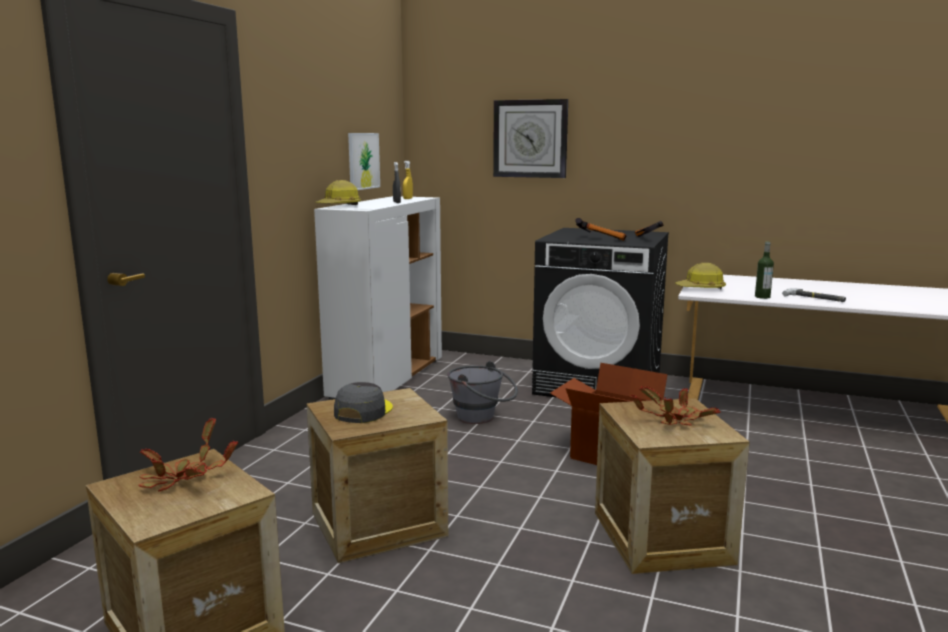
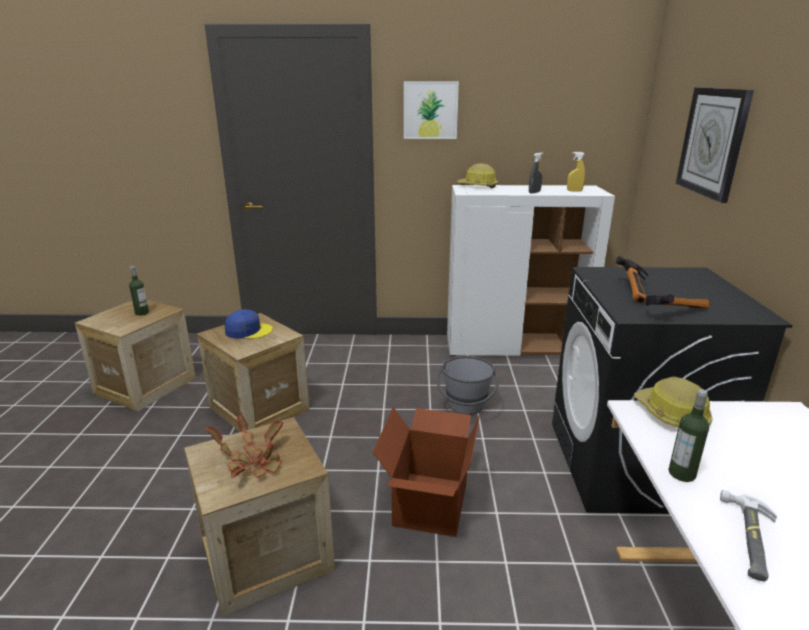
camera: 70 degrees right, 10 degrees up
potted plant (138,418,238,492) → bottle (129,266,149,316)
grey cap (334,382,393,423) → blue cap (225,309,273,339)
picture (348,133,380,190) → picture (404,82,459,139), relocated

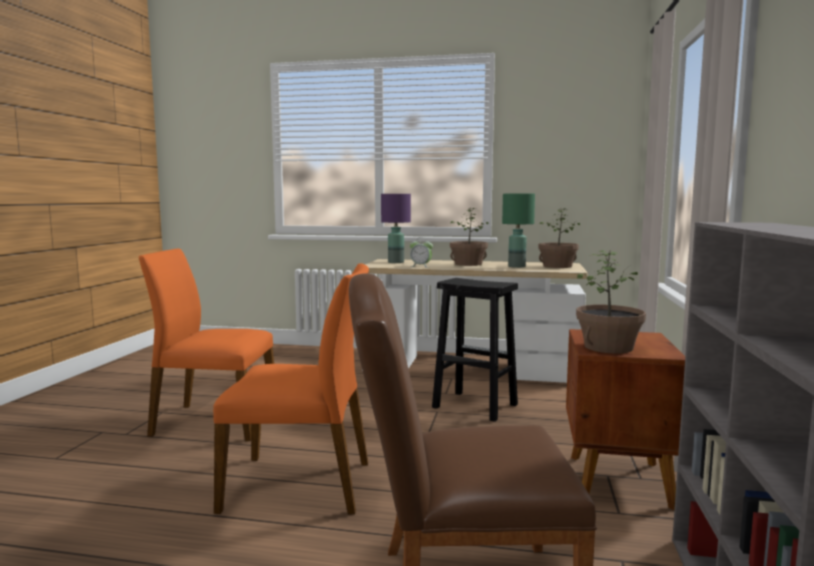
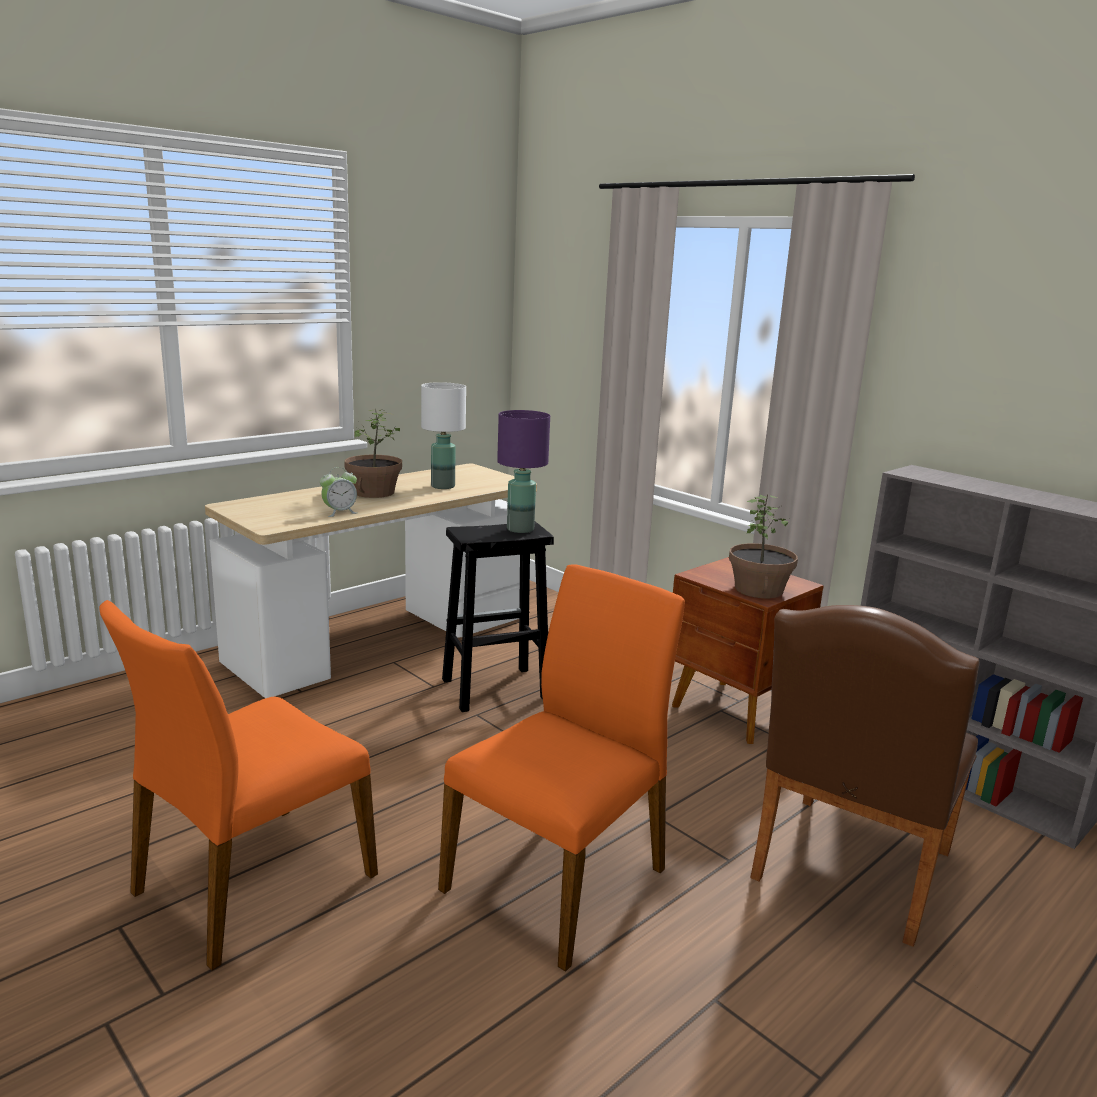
camera: 55 degrees left, 10 degrees up
green table lamp (502,194,535,268) → white table lamp (421,382,466,489)
purple table lamp (381,194,411,263) → purple table lamp (497,410,550,533), relocated
potted plant (538,208,580,268) → -

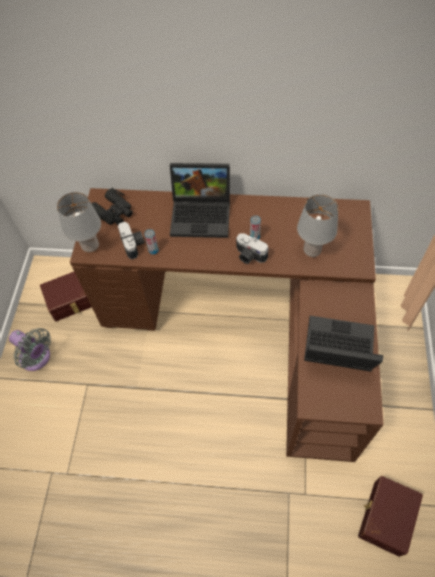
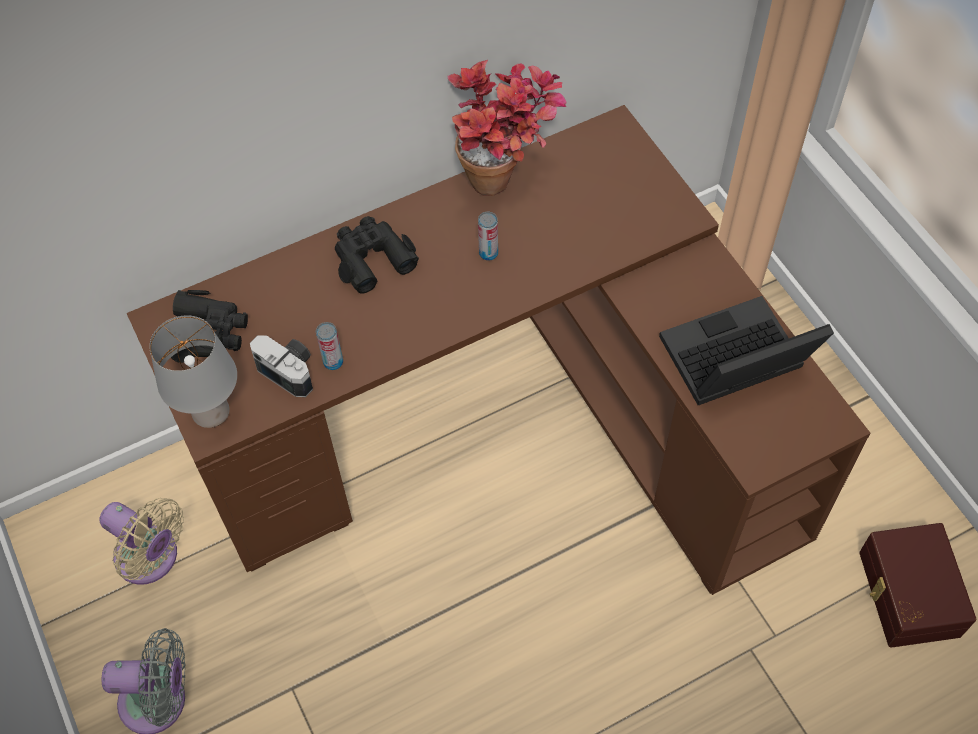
camera: 35 degrees left, 0 degrees up
brown storage box (40,272,92,322) → beige fan (99,498,184,585)
laptop (170,163,230,238) → black binoculars (335,216,419,294)
- → potted plant (448,60,567,196)
photo camera (236,234,268,264) → -
grey table lamp (297,194,338,257) → -

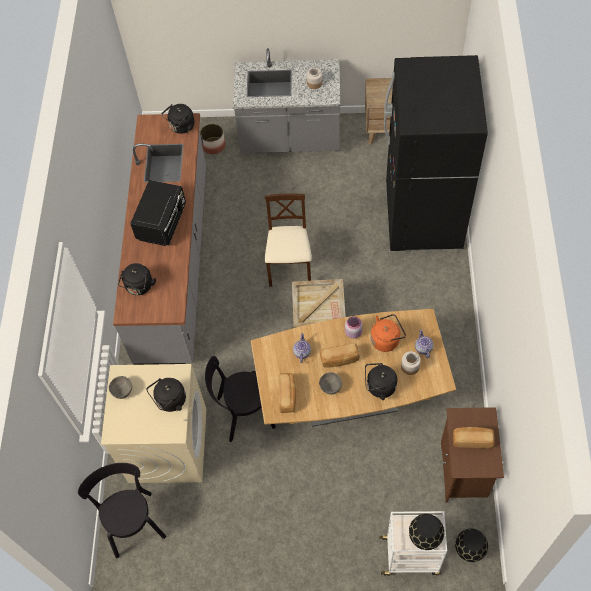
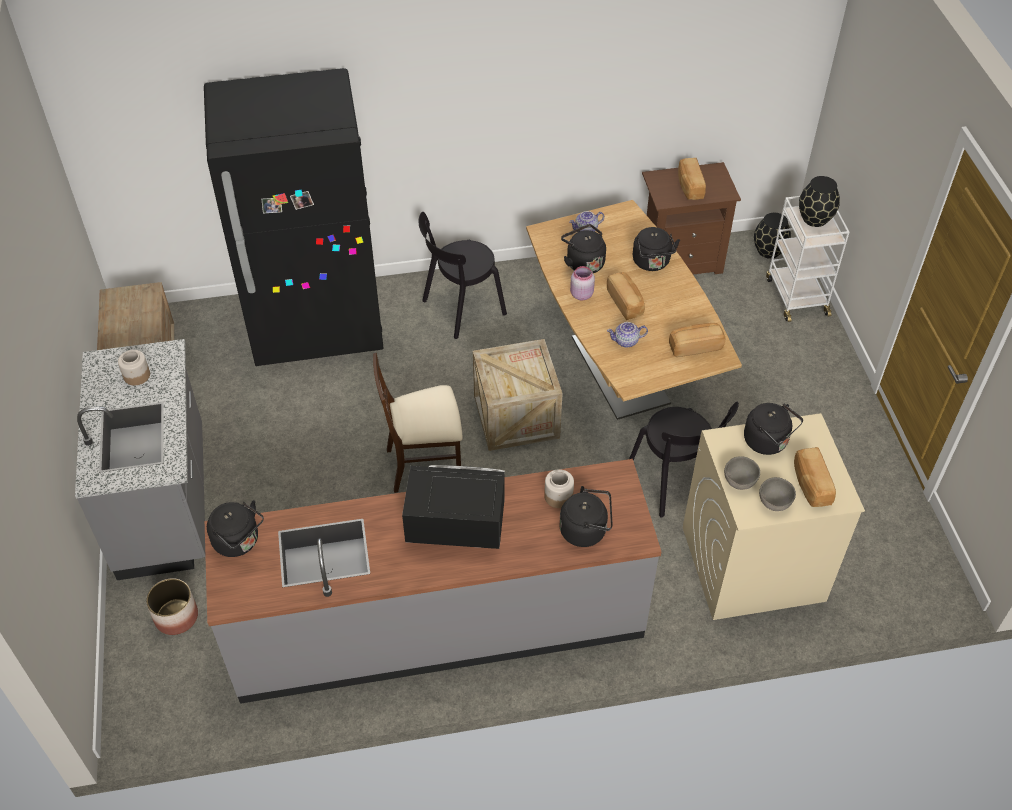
camera: 105 degrees left, 10 degrees down
black chair (78,463,166,558) → black chair (419,212,507,339), relocated
jar (401,351,421,375) → jar (544,469,574,508), relocated
orange kettle (371,314,406,352) → black kettle (561,224,606,273)
grey bowl (319,372,342,395) → grey bowl (724,456,760,490), relocated
- → bread (794,447,836,507)

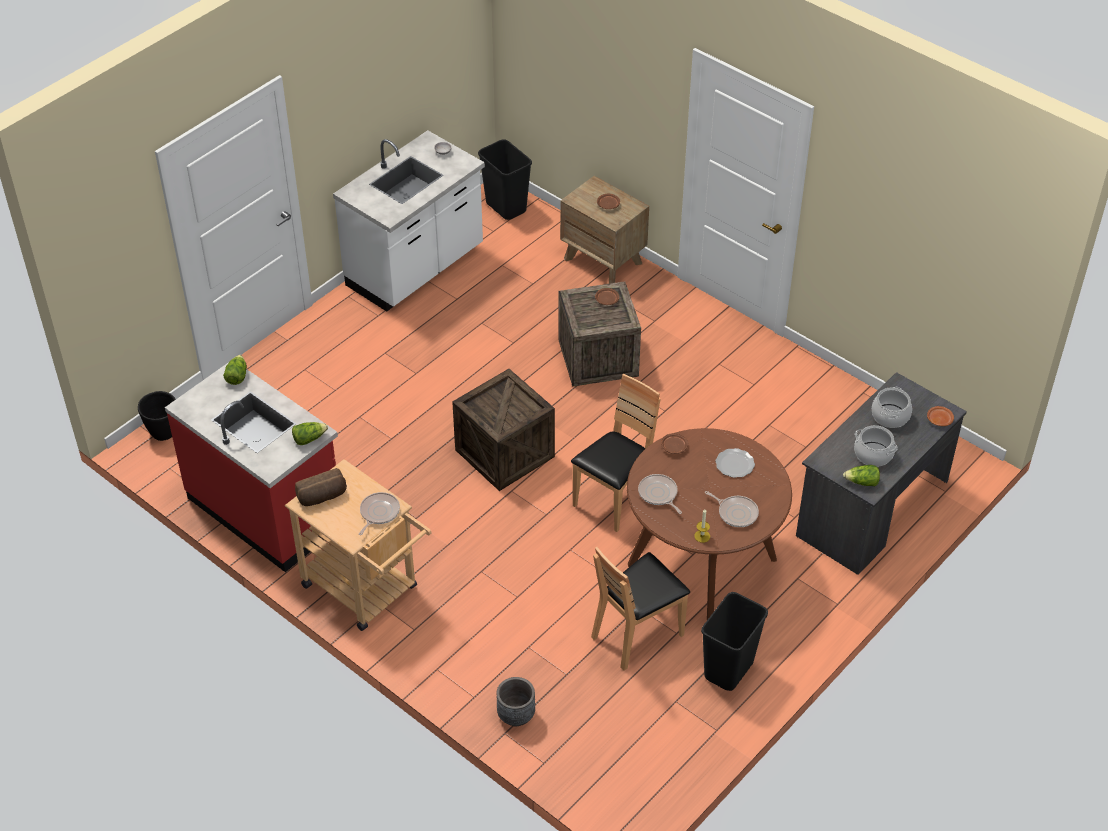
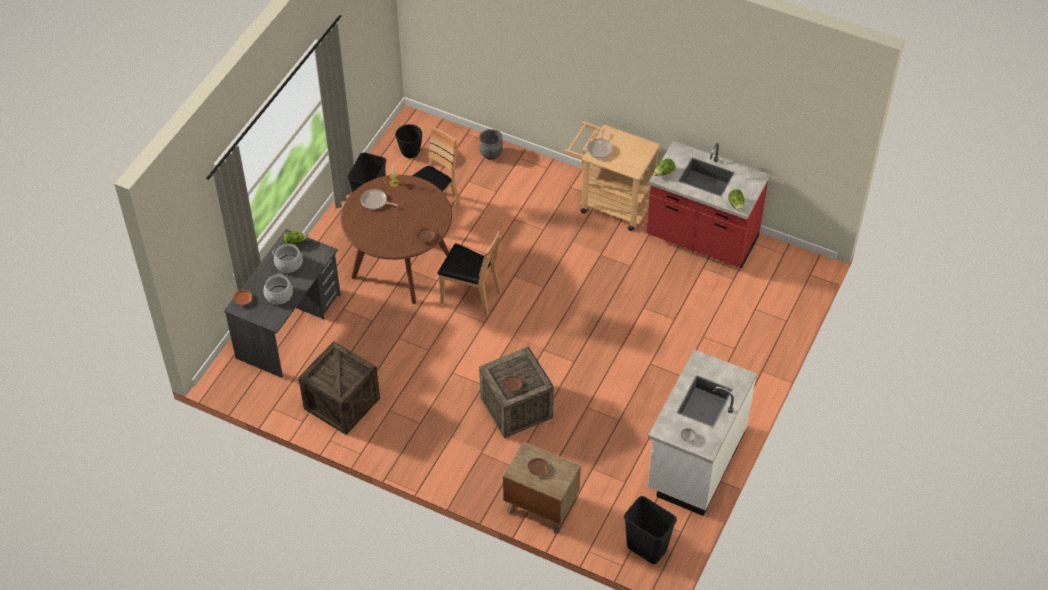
camera: 165 degrees right, 5 degrees up
crate (452,369,555,491) → crate (298,341,380,435), relocated
black planter (138,391,176,441) → black planter (395,124,422,158), relocated
brown chair (571,374,661,532) → brown chair (438,231,501,317), 90 degrees counterclockwise
bread (295,468,347,506) → -
frying pan (638,474,682,514) → -
plate (715,448,755,478) → -

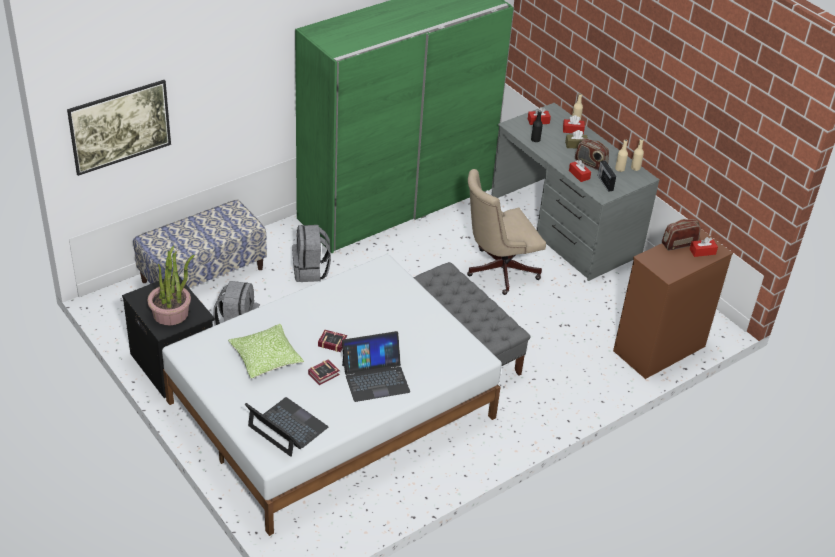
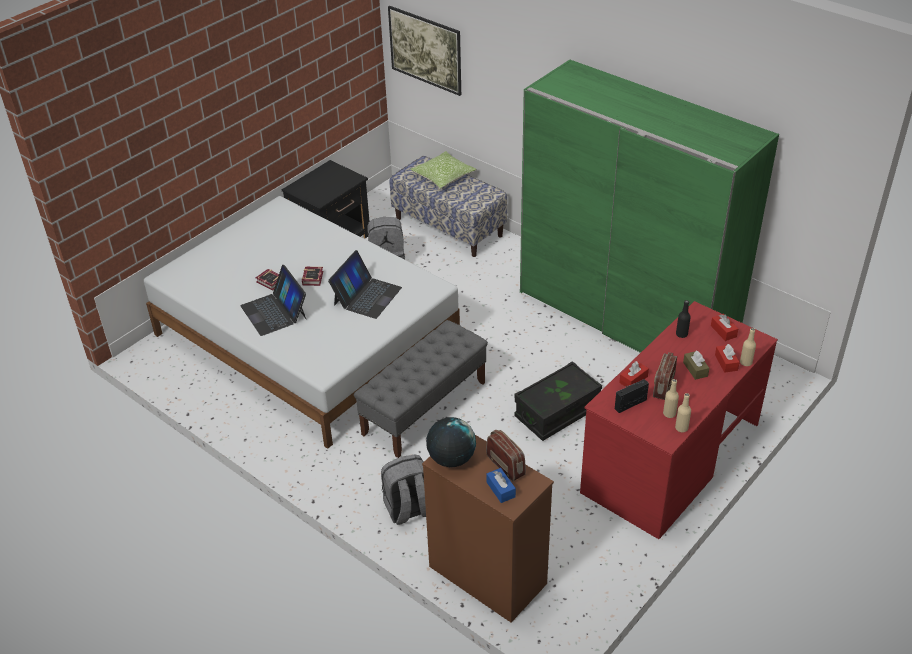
camera: 80 degrees right, 0 degrees up
laptop (245,397,328,457) → laptop (328,250,402,319), relocated
grey backpack (292,225,331,282) → grey backpack (381,454,426,525), relocated
pillow (228,324,304,378) → pillow (410,151,477,189), relocated
- → globe (426,417,476,467)
red tissue box (690,237,718,257) → blue tissue box (486,468,516,503)
beige office chair (467,169,546,295) → black storage box (514,361,602,441)
grey desk (491,103,659,281) → red desk (580,301,778,539)
potted plant (147,246,194,325) → -

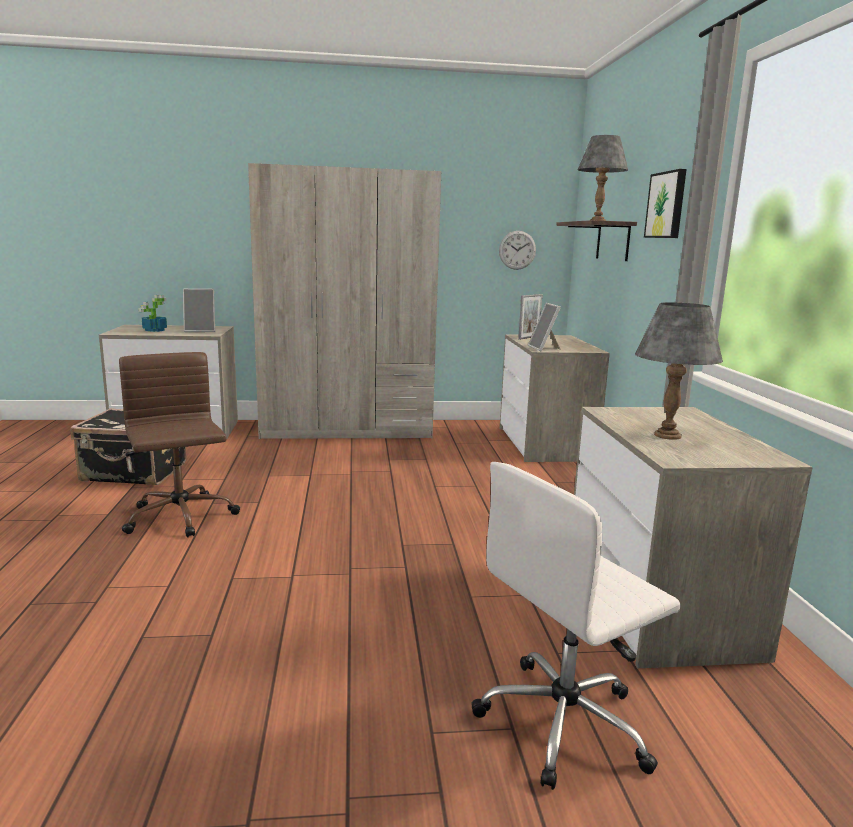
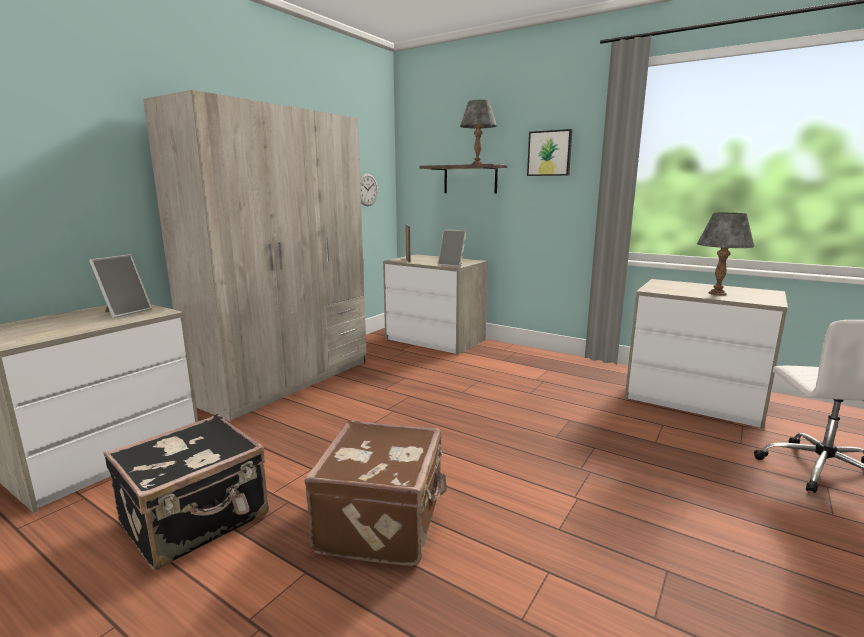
camera: 50 degrees left, 0 degrees up
brown office chair (119,352,240,538) → brown suitcase (304,420,447,566)
potted plant (138,295,167,332) → -

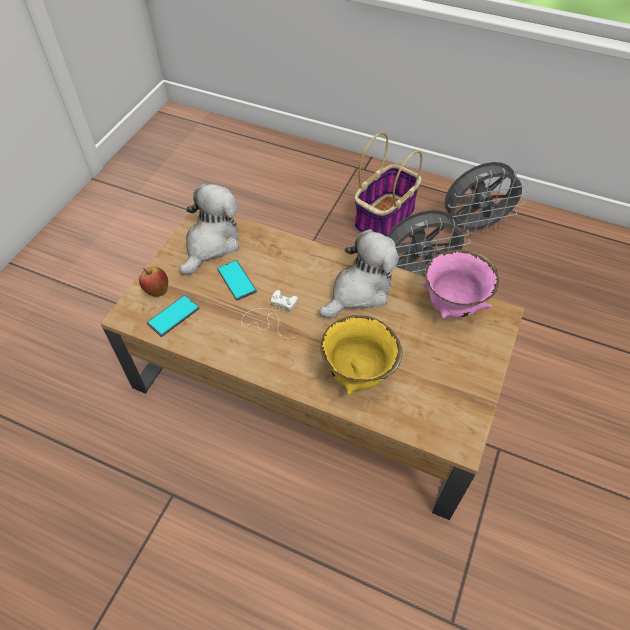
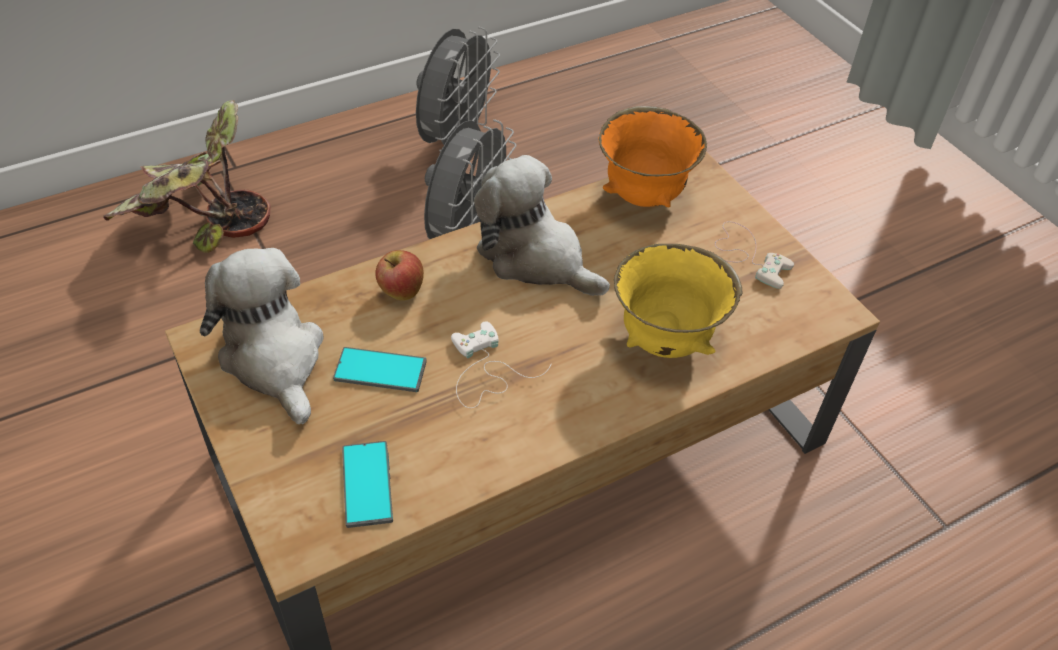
camera: 55 degrees left, 5 degrees down
- → potted plant (103,100,270,253)
apple (139,267,168,297) → apple (375,250,424,301), relocated
plush toy (319,229,399,318) → plush toy (474,155,610,296), 45 degrees counterclockwise
pink bowl (423,250,499,319) → orange bowl (599,106,707,207)
- → white game controller (715,221,794,289)
basket (354,132,423,236) → -

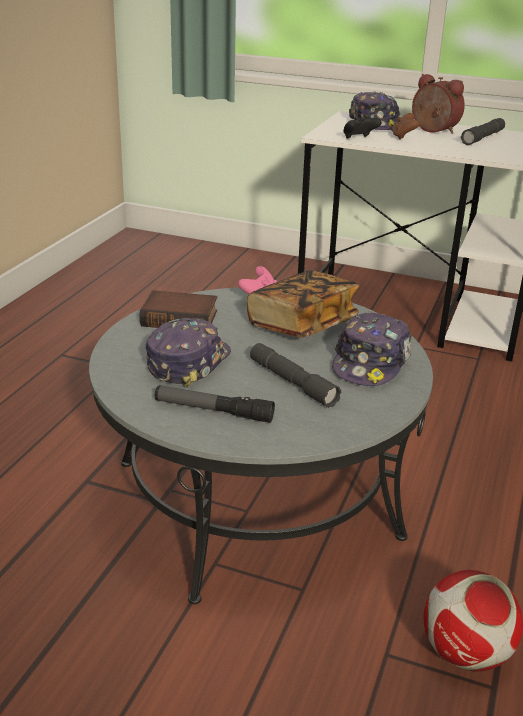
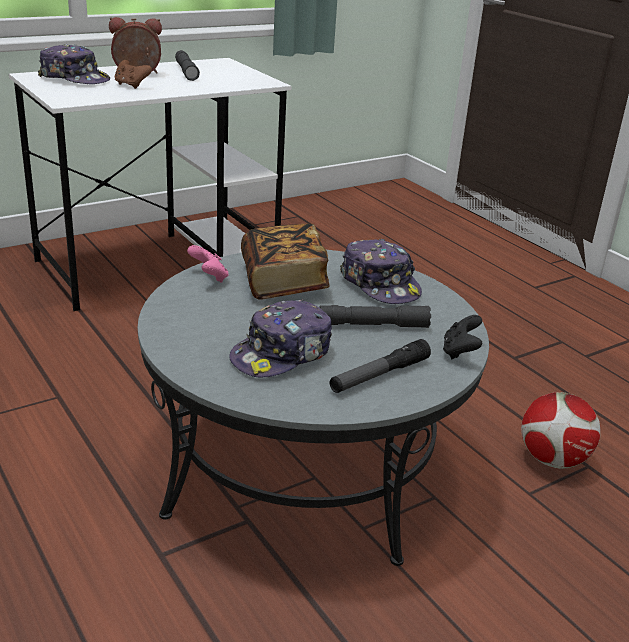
camera: 55 degrees left, 0 degrees up
cap (146,318,231,388) → cap (229,300,332,377), 105 degrees counterclockwise
black game controller (343,118,381,139) → black game controller (443,315,482,359), relocated
book (140,290,217,328) → -

